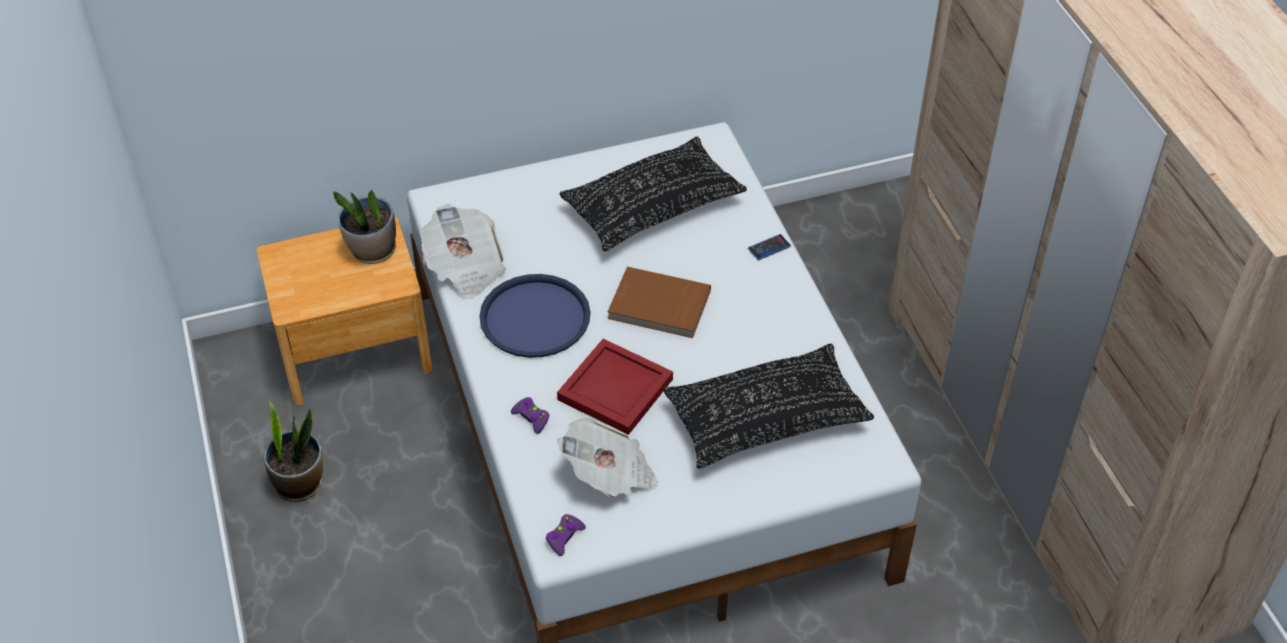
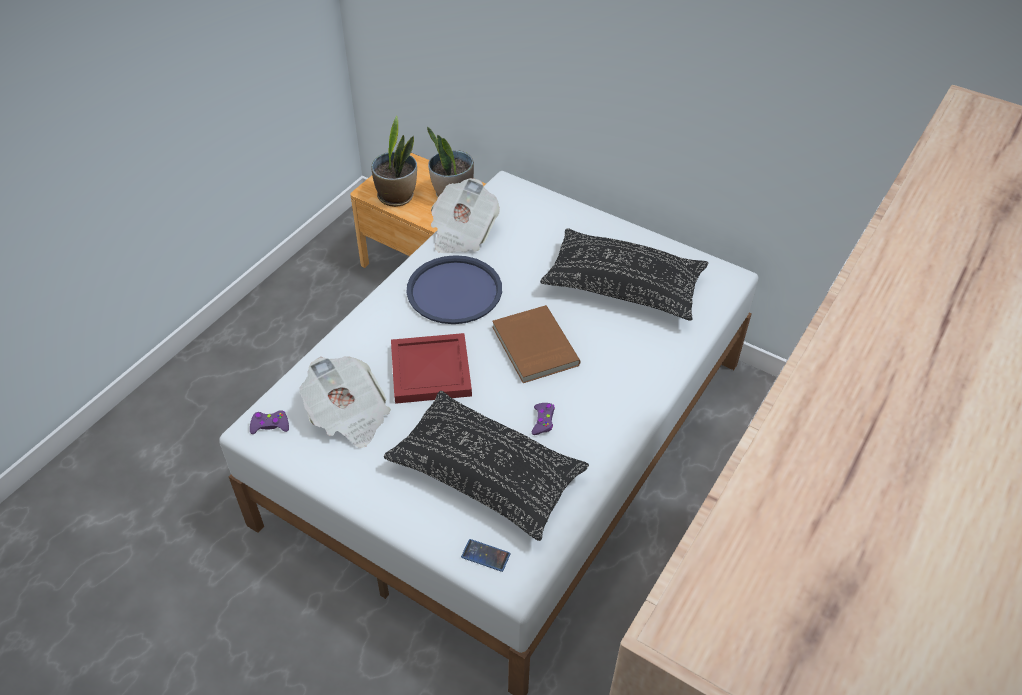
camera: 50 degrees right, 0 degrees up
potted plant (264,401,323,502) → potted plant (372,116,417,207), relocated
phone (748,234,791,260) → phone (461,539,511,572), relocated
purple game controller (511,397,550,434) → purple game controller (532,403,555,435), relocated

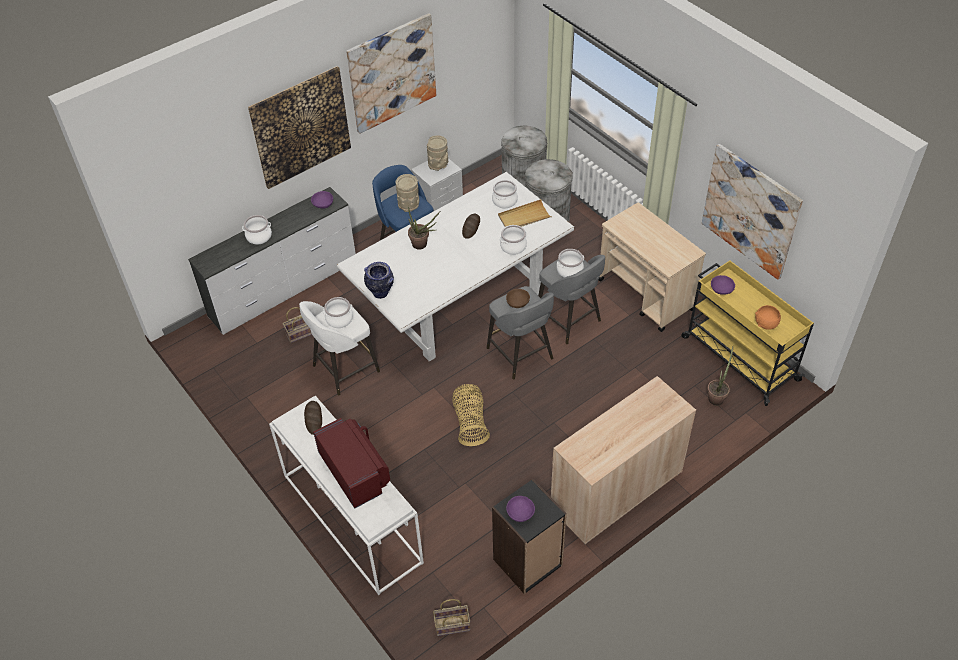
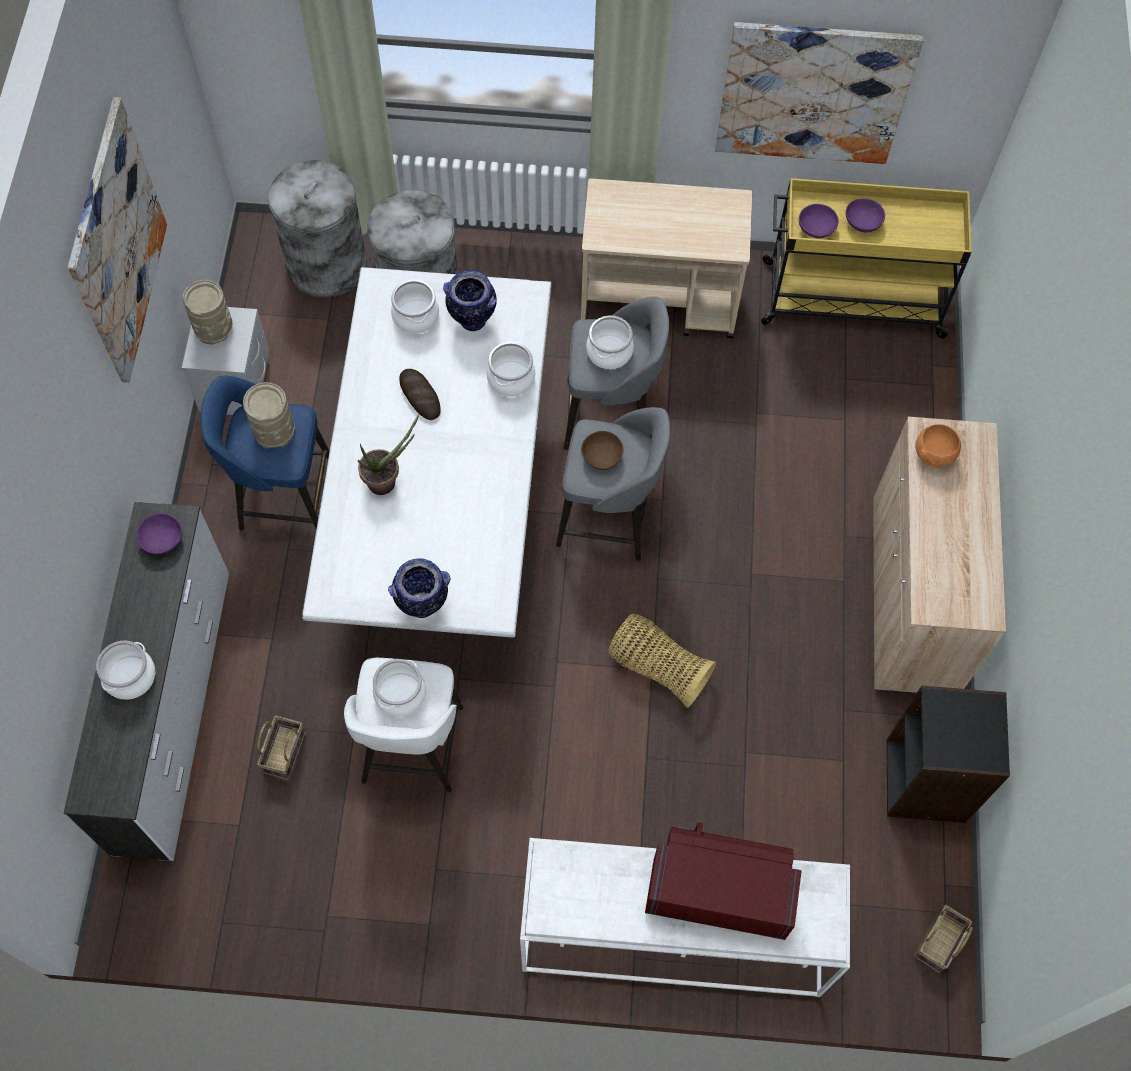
camera: 50 degrees left, 15 degrees up
beige tray (498,199,552,227) → vase (443,270,497,331)
purple bowl (506,496,535,522) → purple bowl (846,199,885,232), relocated
orange bowl (755,305,781,330) → orange bowl (915,424,961,469), relocated
picture (248,66,351,189) → -
bread (304,401,322,435) → -
potted plant (707,346,733,406) → -

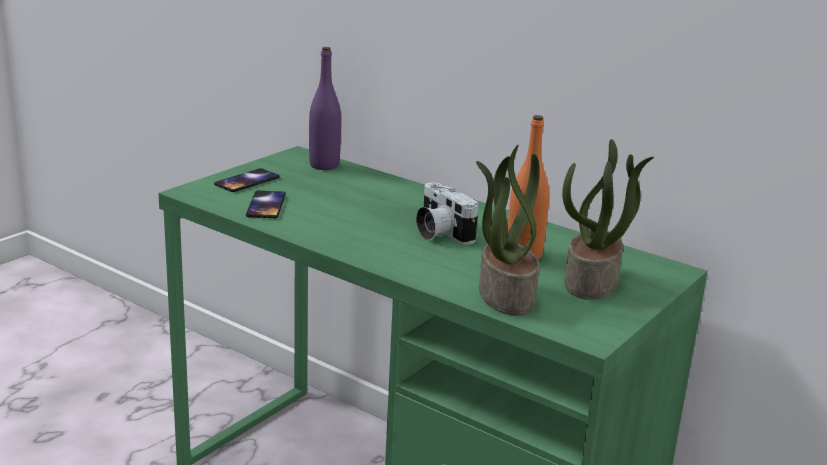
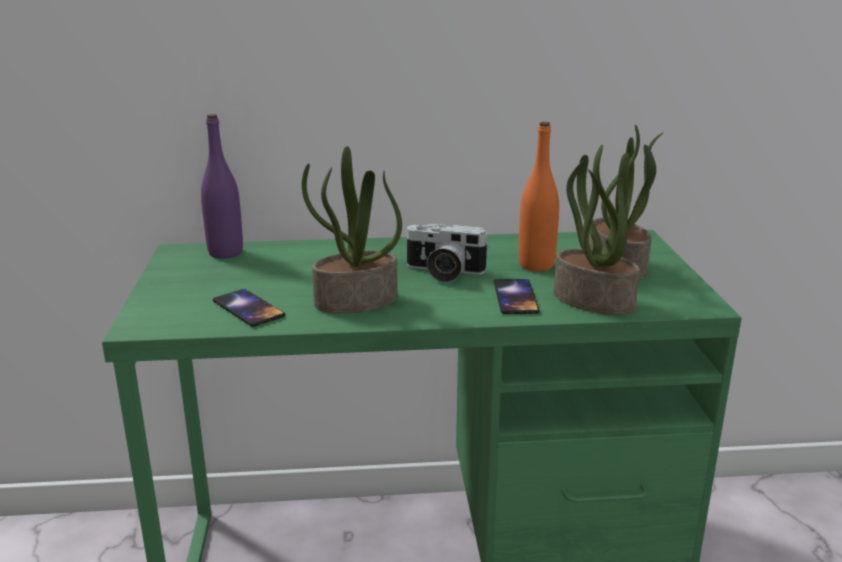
camera: 40 degrees left, 0 degrees up
- → potted plant (302,146,402,314)
phone (214,168,280,192) → phone (494,279,540,314), relocated

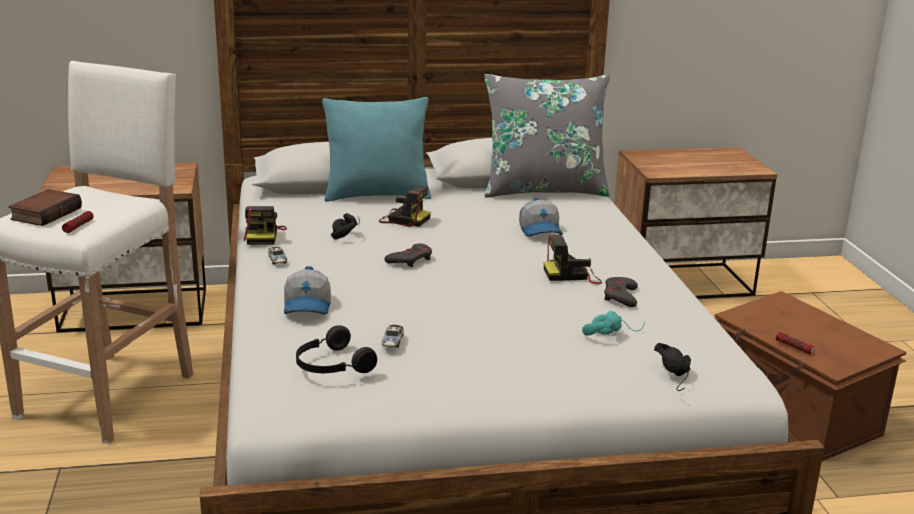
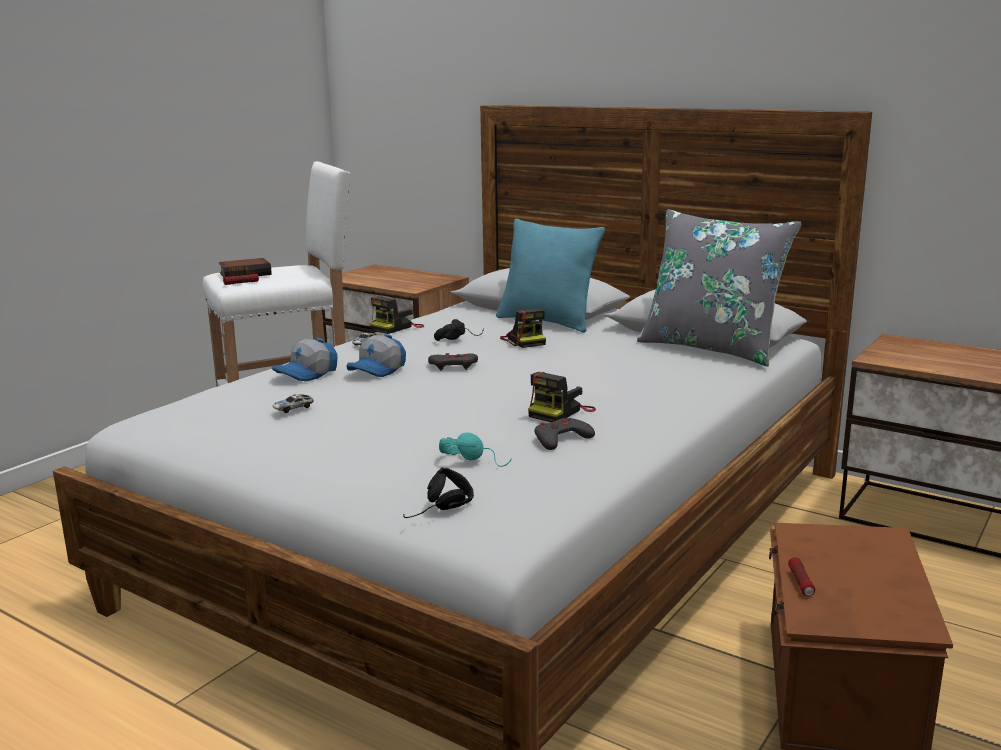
camera: 45 degrees right, 5 degrees down
cap (519,197,563,237) → cap (346,334,406,377), relocated
photo camera (544,235,602,284) → photo camera (528,372,596,422), 90 degrees counterclockwise
black headphones (296,326,377,373) → -

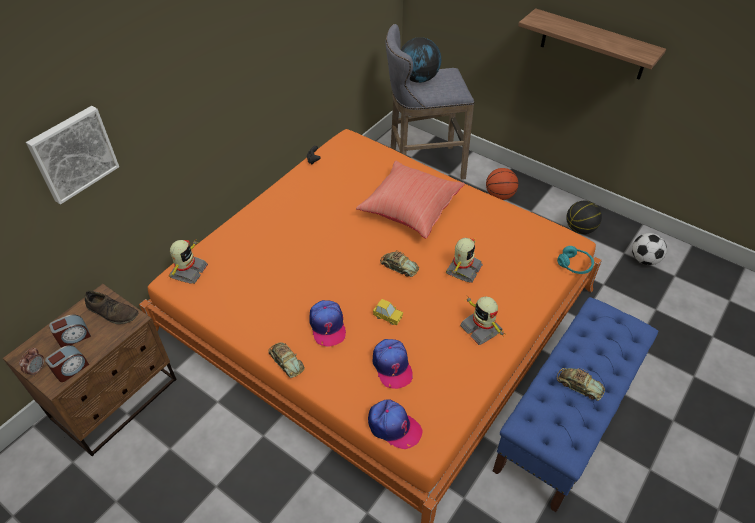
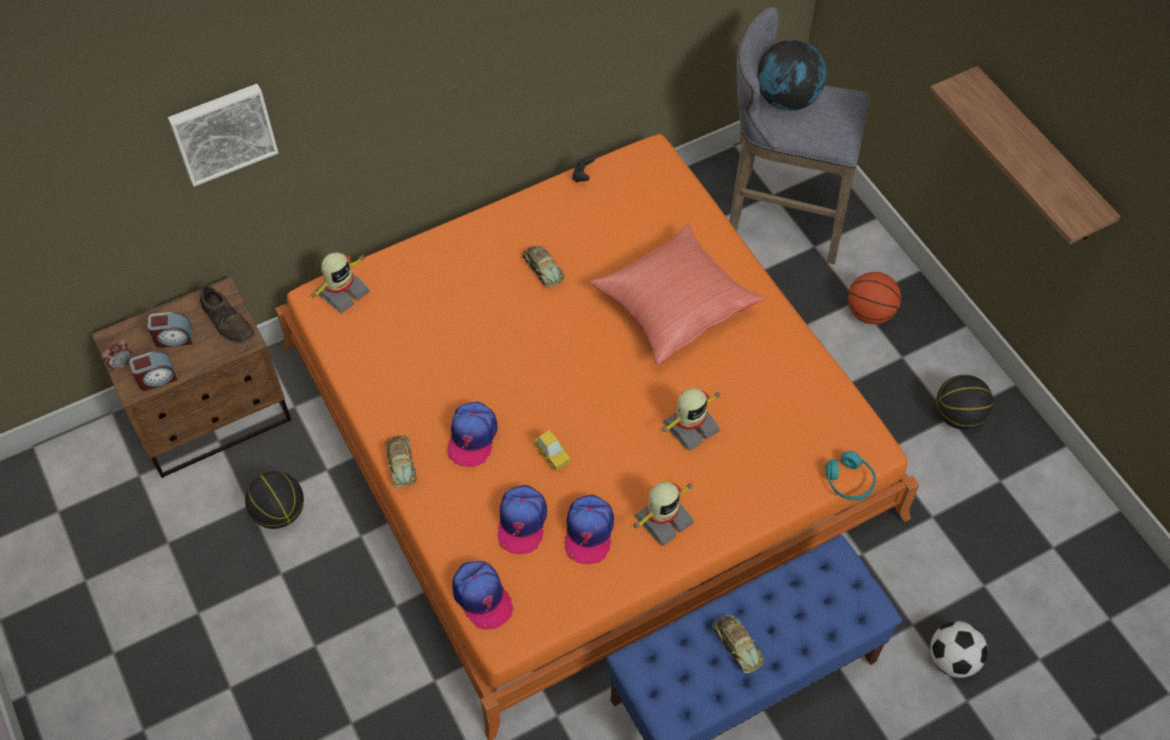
camera: 25 degrees right, 10 degrees up
- → basketball (245,471,304,529)
toy car (380,250,419,277) → toy car (522,245,565,288), relocated
- → cap (565,495,614,564)
toy robot (460,297,505,345) → toy robot (631,480,694,546), 120 degrees counterclockwise
football (632,233,667,265) → football (930,621,988,678), relocated

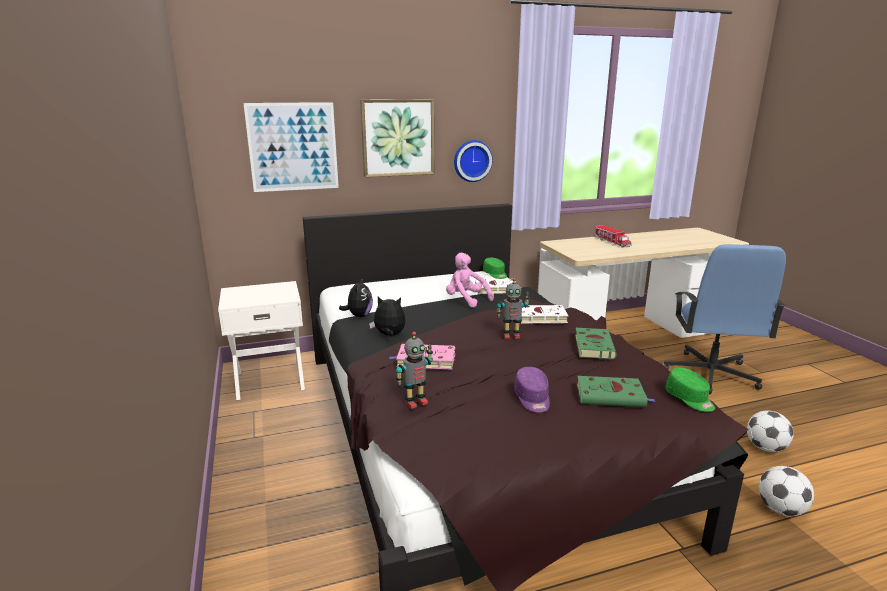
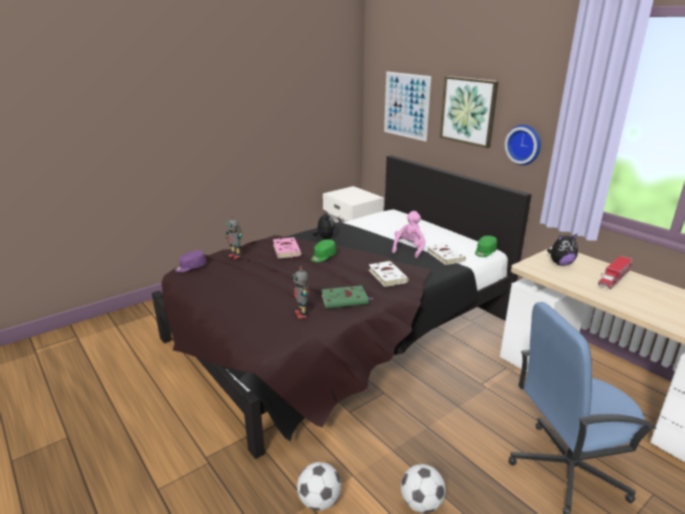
camera: 70 degrees right, 5 degrees up
purple cap (514,367,550,413) → purple cap (175,250,206,272), relocated
toy robot (497,278,530,339) → toy robot (293,266,309,319), relocated
green cap (665,368,715,412) → green cap (311,239,336,262), relocated
plush toy (339,278,373,317) → plush toy (547,233,578,266), relocated
green book (577,376,656,407) → -

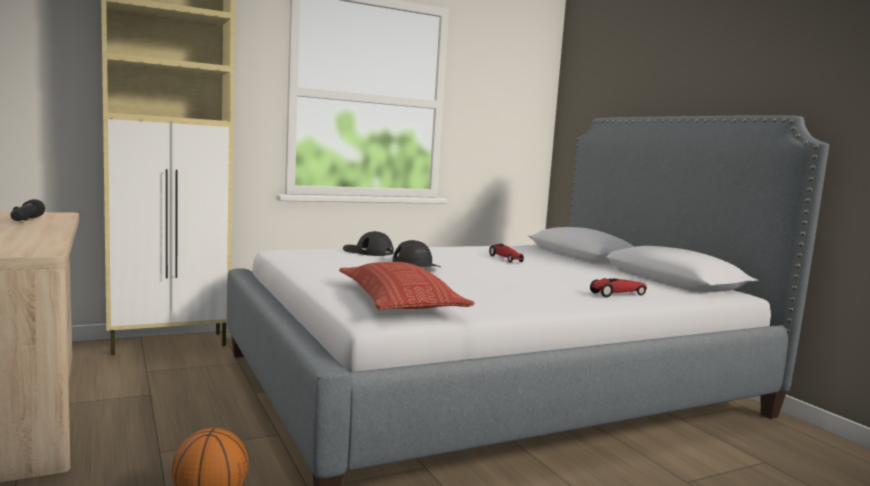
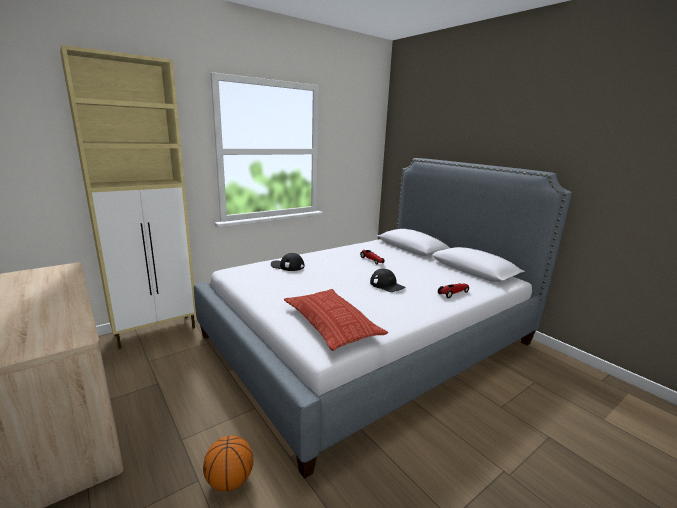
camera: 10 degrees left, 10 degrees up
black cap (393,240,441,267) → black cap (370,269,405,292), relocated
black flashlight (10,199,45,221) → -

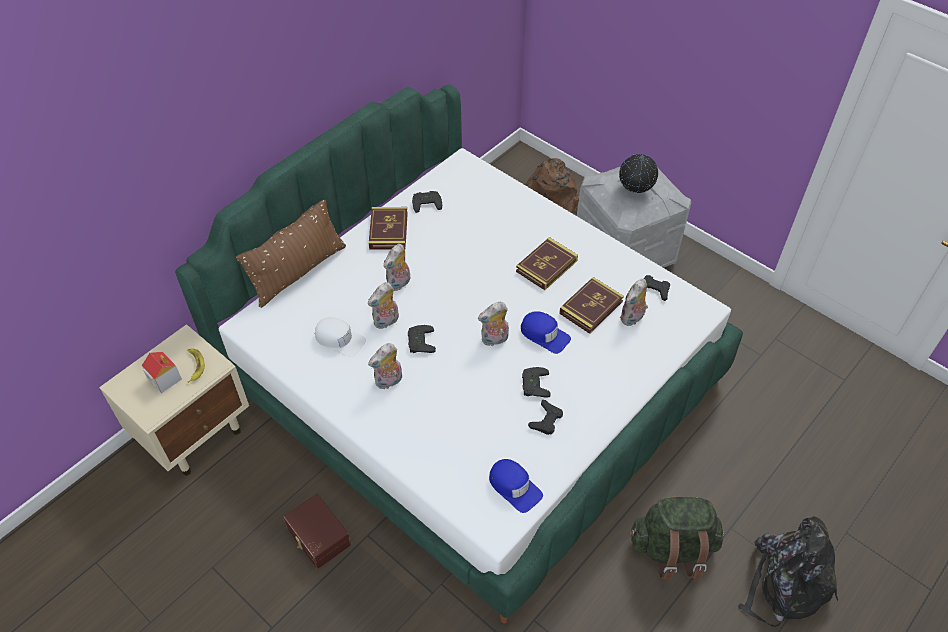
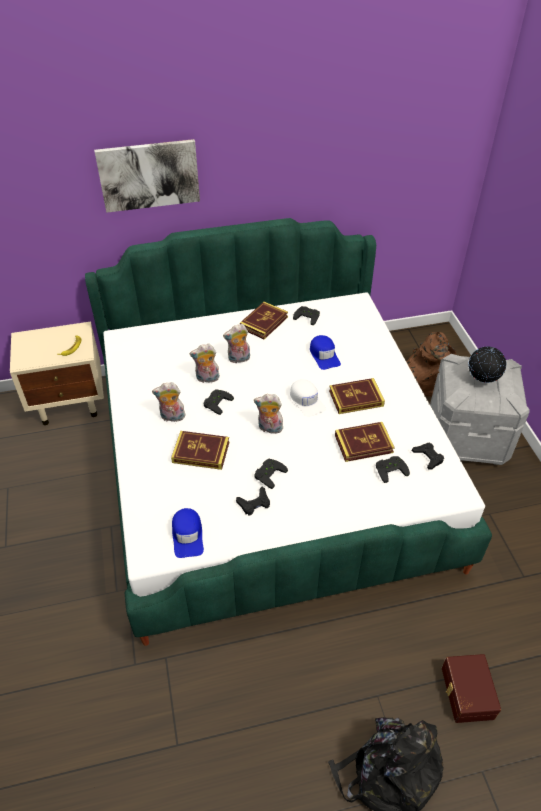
camera: 35 degrees right, 5 degrees down
- → picture (94,139,200,213)
- → book (171,431,229,470)
white cap (315,317,366,357) → white cap (290,379,326,417), relocated
blue cap (521,311,571,354) → blue cap (310,335,341,370), relocated
plush toy (620,279,648,326) → black game controller (376,456,410,483)
brown storage box (283,494,351,569) → brown storage box (442,654,501,723), relocated
toy house (142,352,182,393) → -
brown pillow (236,200,346,308) → -
green backpack (629,496,724,579) → -

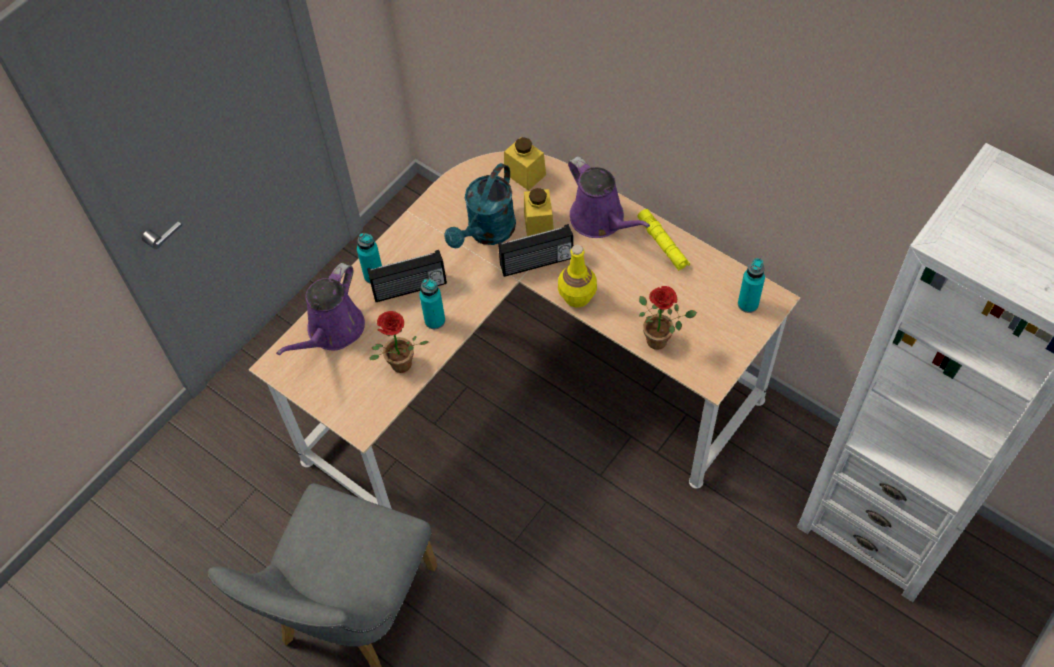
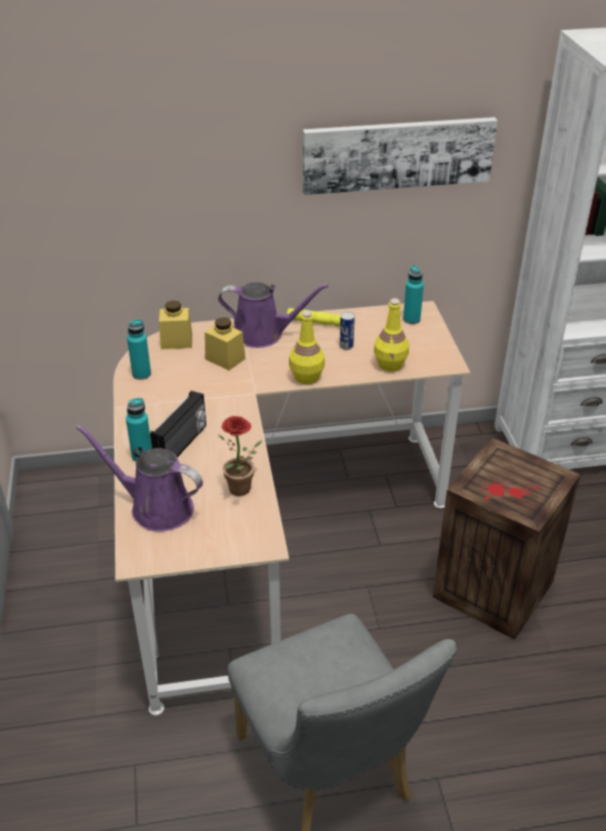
camera: 50 degrees left, 20 degrees down
purple watering can (276,263,365,355) → purple watering can (76,425,203,532), 135 degrees clockwise
turquoise bottle (419,279,445,329) → turquoise bottle (127,319,151,380), relocated
- → picture (303,117,498,195)
- → can (340,312,355,350)
potted plant (639,286,697,350) → yellow bottle (374,298,409,371)
- → crate (433,438,581,640)
turquoise watering can (445,163,516,248) → -
radio (498,224,574,277) → -

